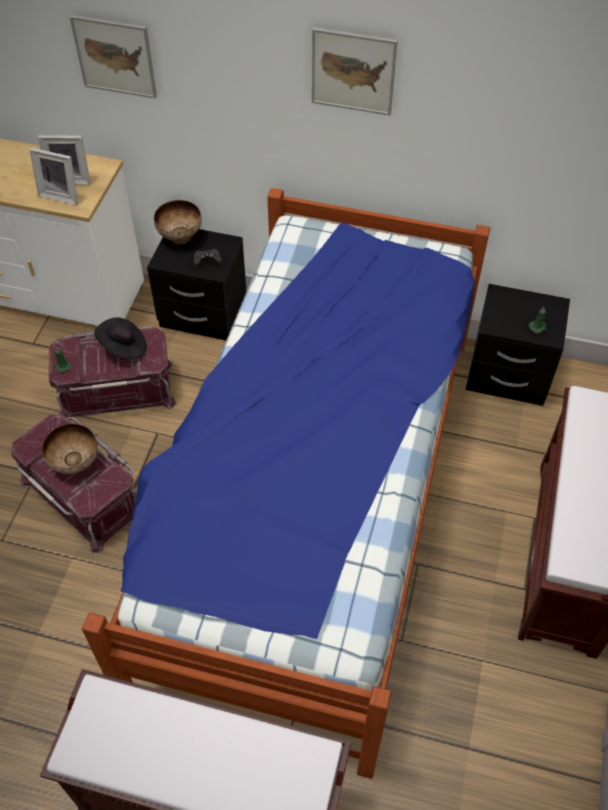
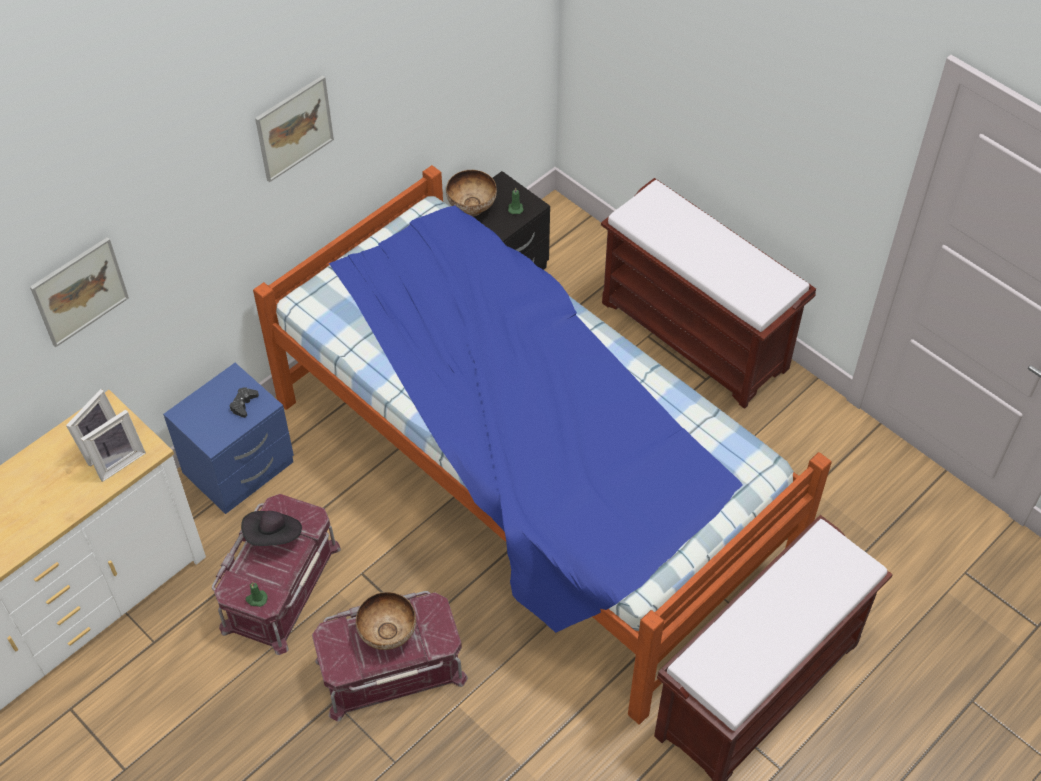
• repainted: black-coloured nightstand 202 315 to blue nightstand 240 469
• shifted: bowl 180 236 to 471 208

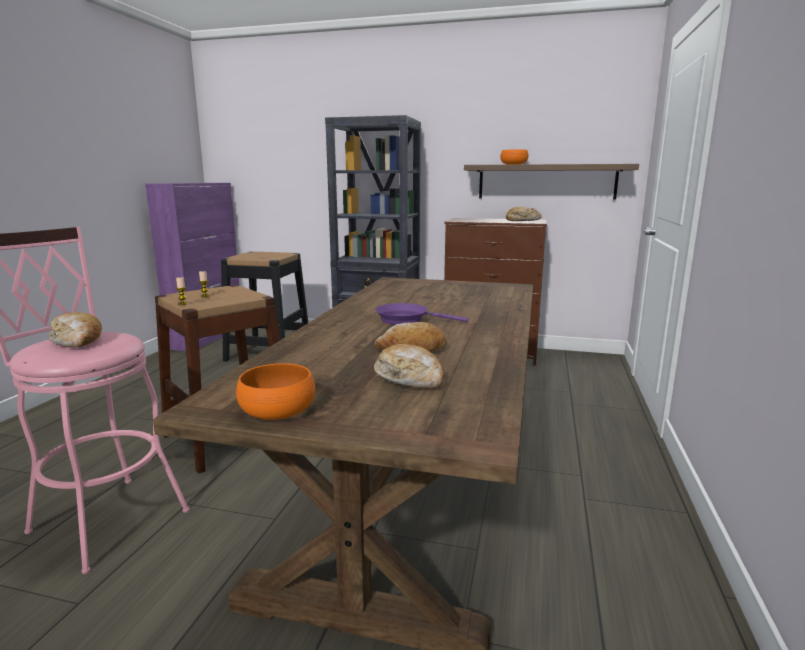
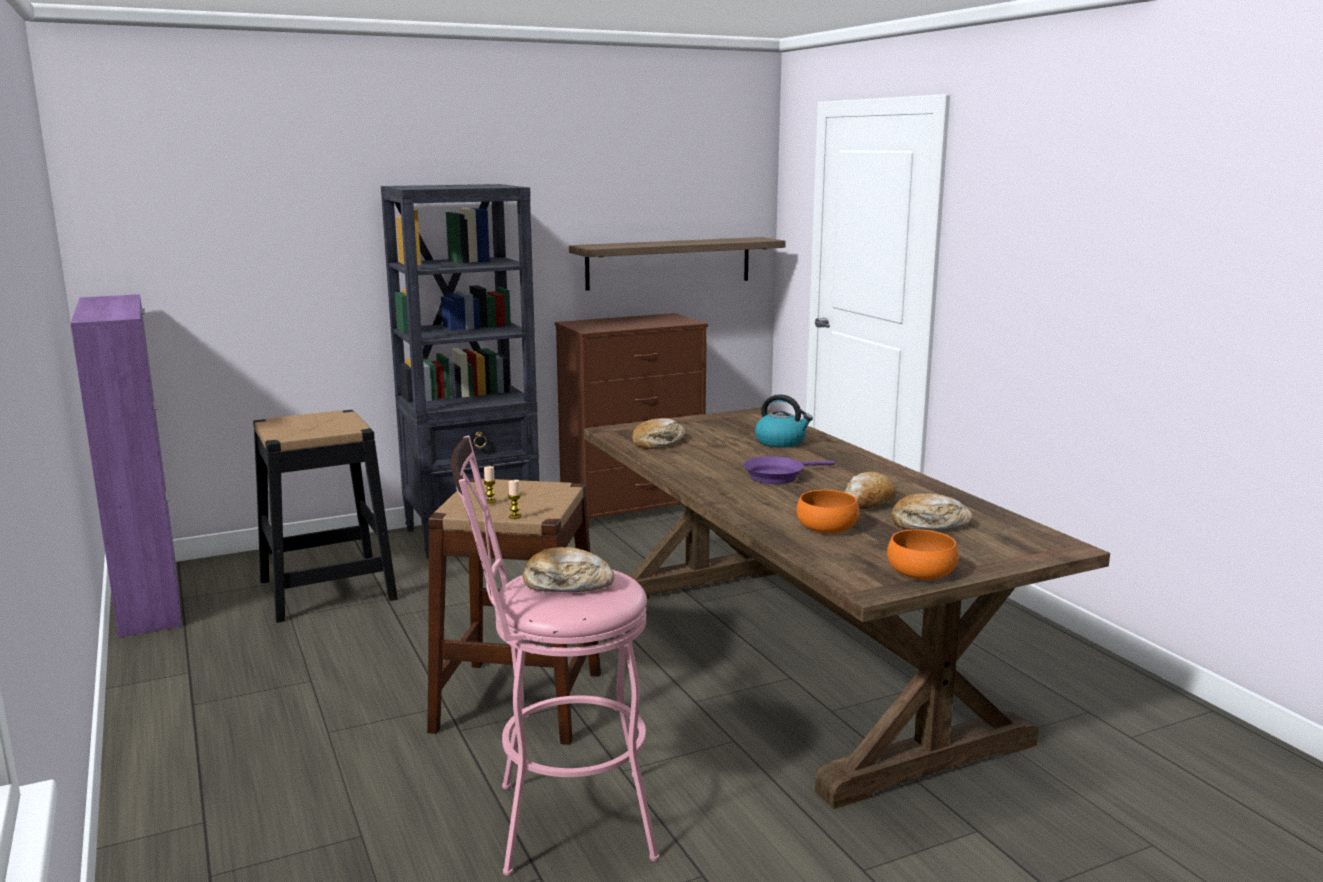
• shifted: orange bowl 513 164 to 827 528
• shifted: baked bread 522 220 to 658 443
• new: kettle 781 442

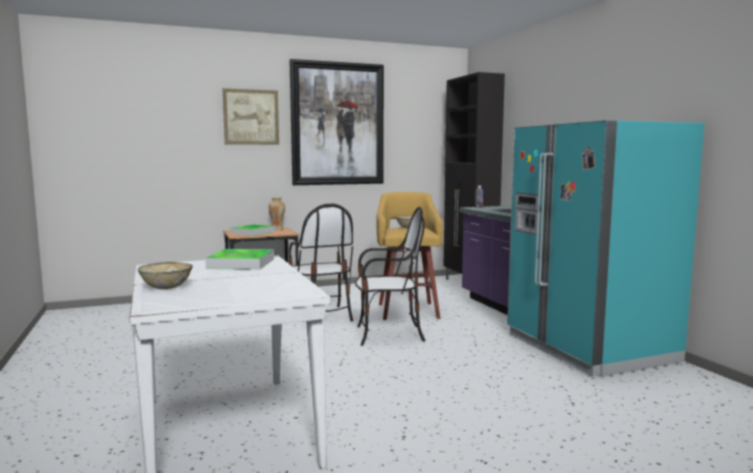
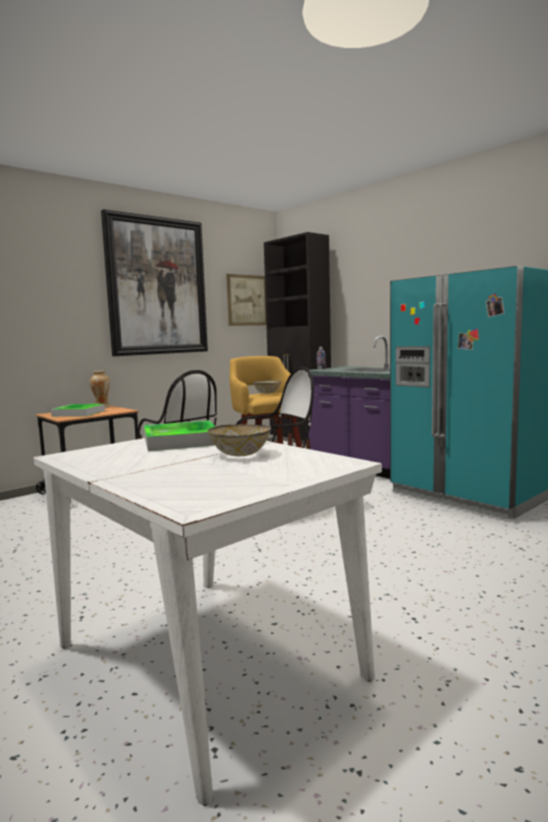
• shifted: bowl 167 287 to 241 454
• shifted: wall art 251 117 to 247 300

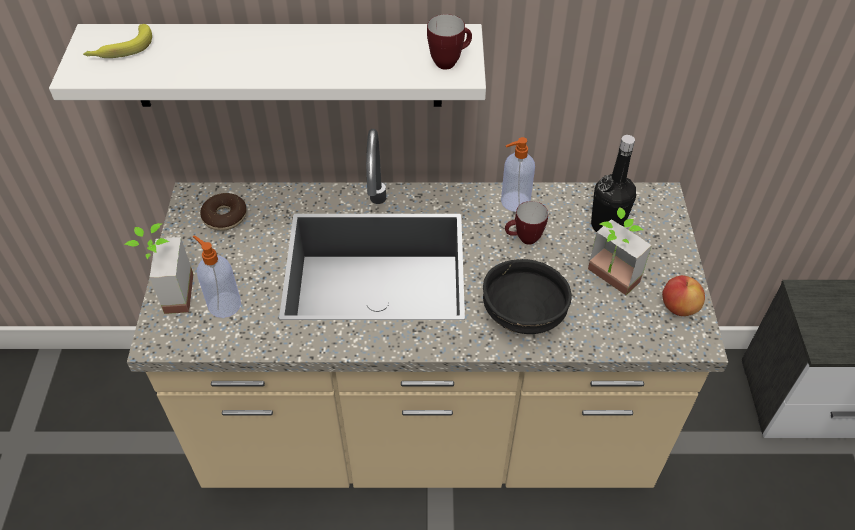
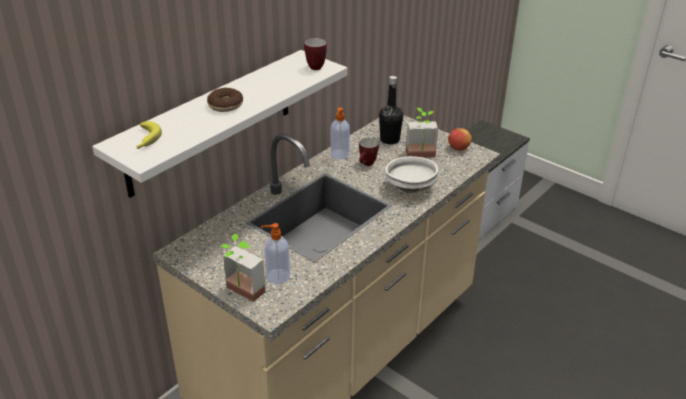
• shifted: doughnut 225 217 to 225 105
• repainted: black-coloured bowl 524 313 to white-coloured bowl 410 187

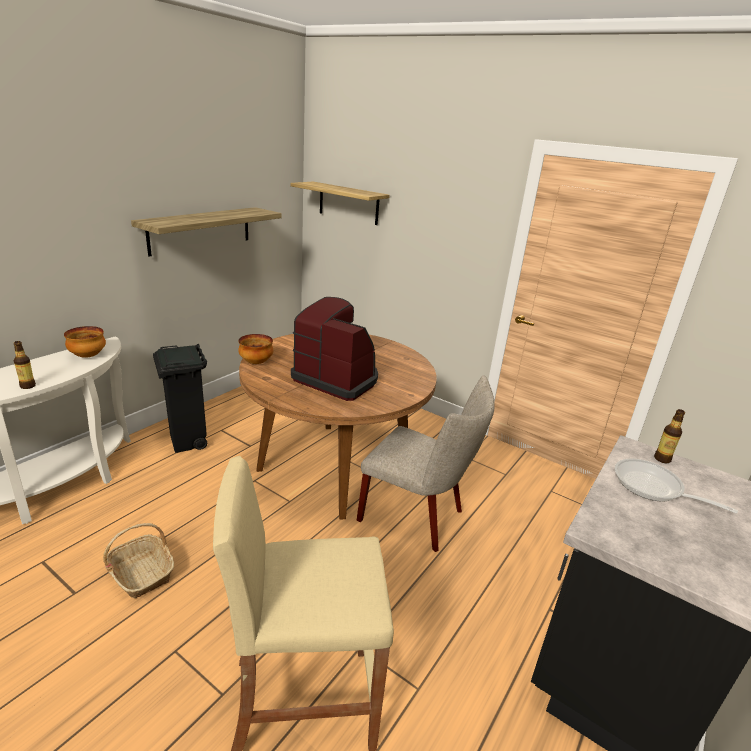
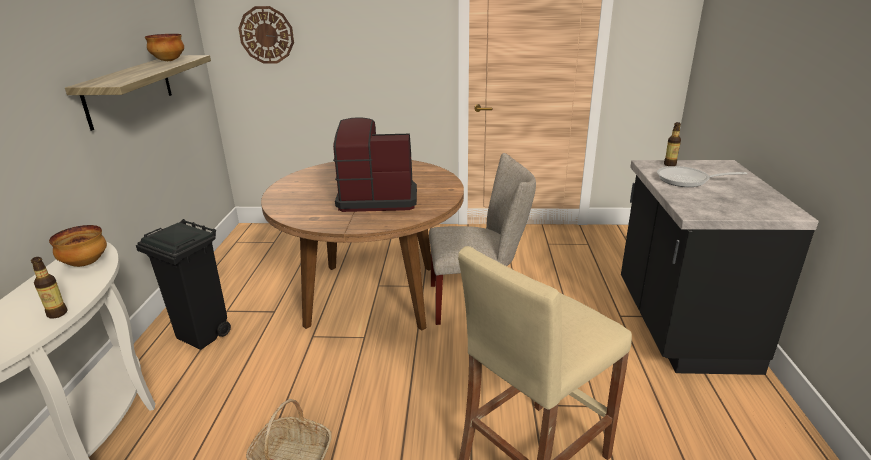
• shifted: bowl 256 362 to 169 61
• swapped: wall shelf 348 203 to clock on the wall 266 35

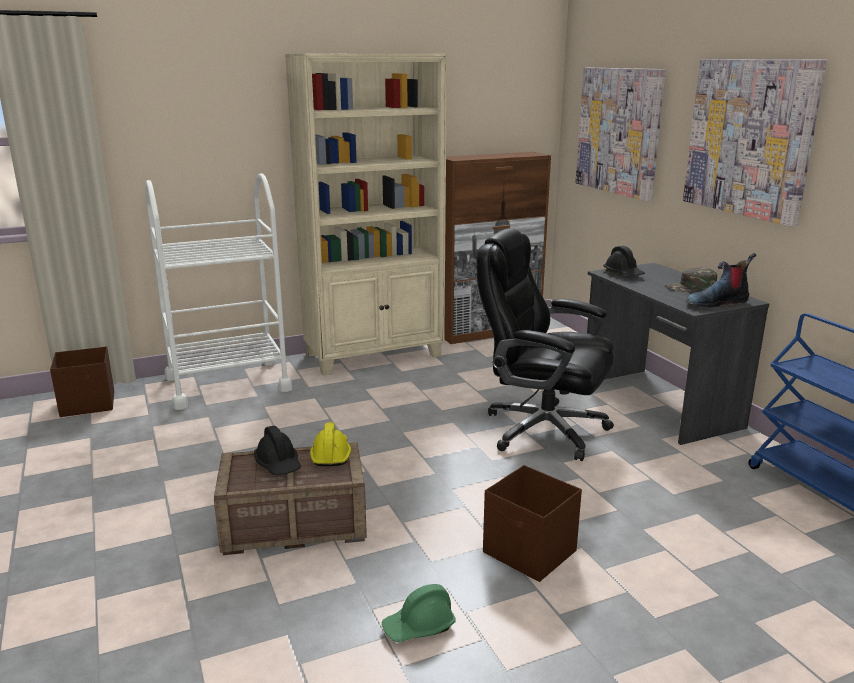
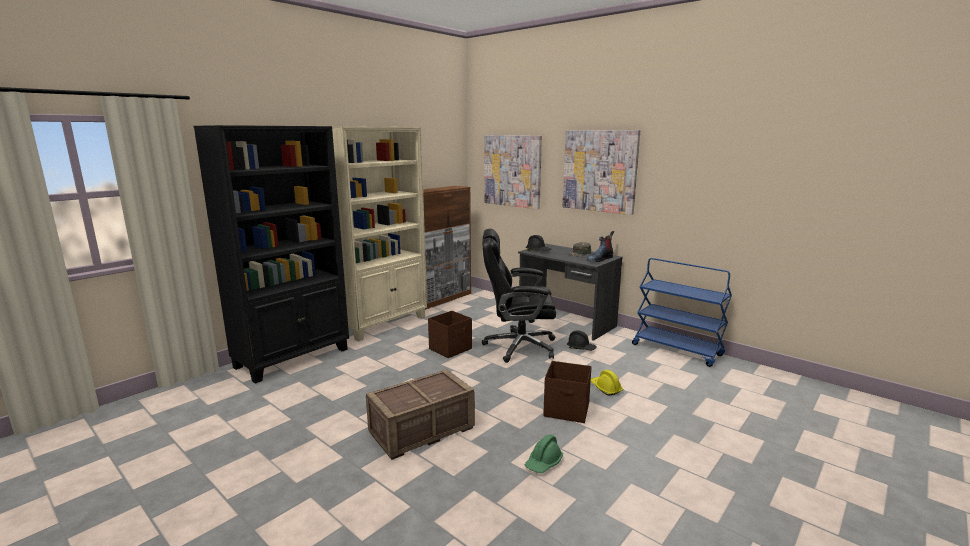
• shifted: brown-coloured storage container 89 404 to 451 349
• swapped: white-coloured cart 228 383 to black-coloured bookshelf 293 358
• shifted: black-coloured hard hat 278 464 to 581 348
• shifted: yellowish hard hat 331 454 to 605 388

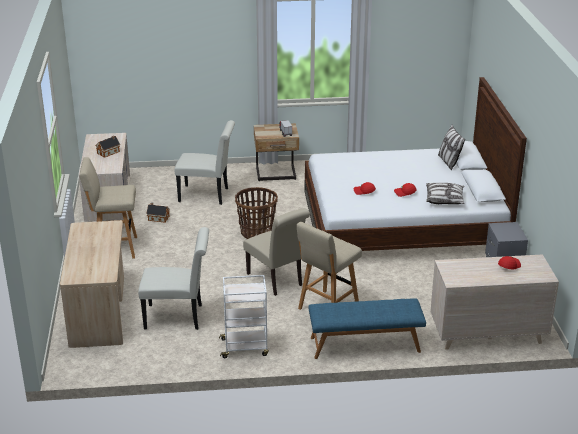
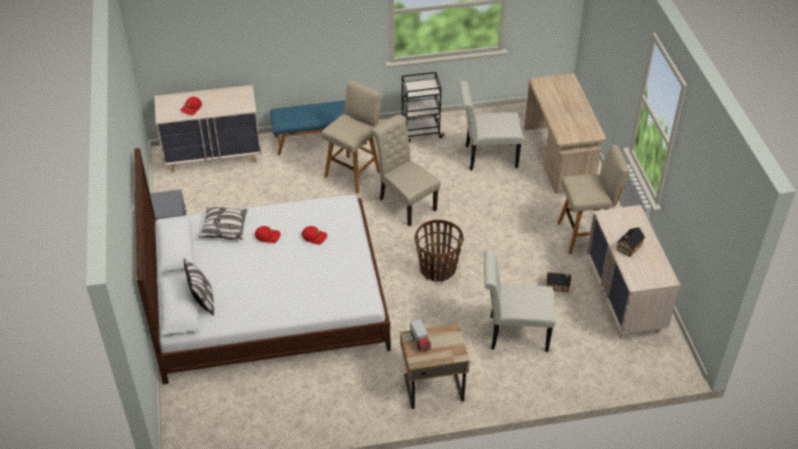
• repainted: white-coloured cart 245 347 to black-coloured cart 421 132

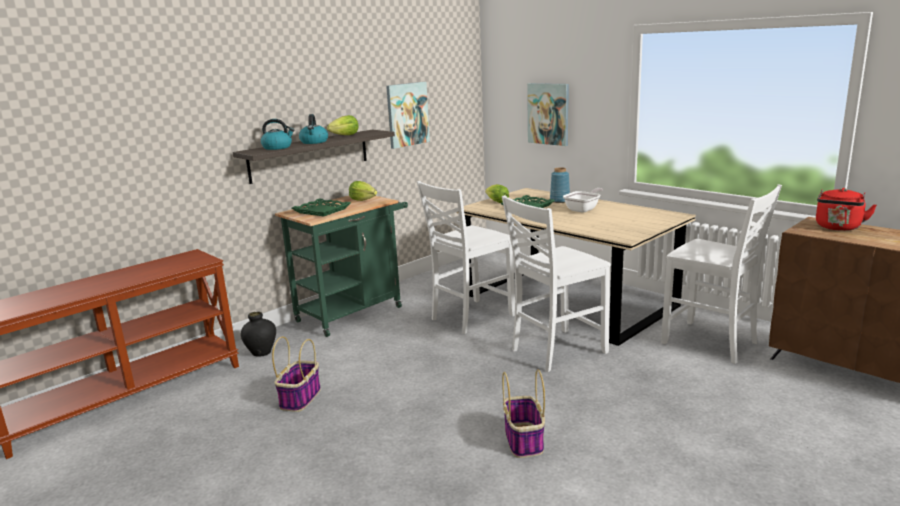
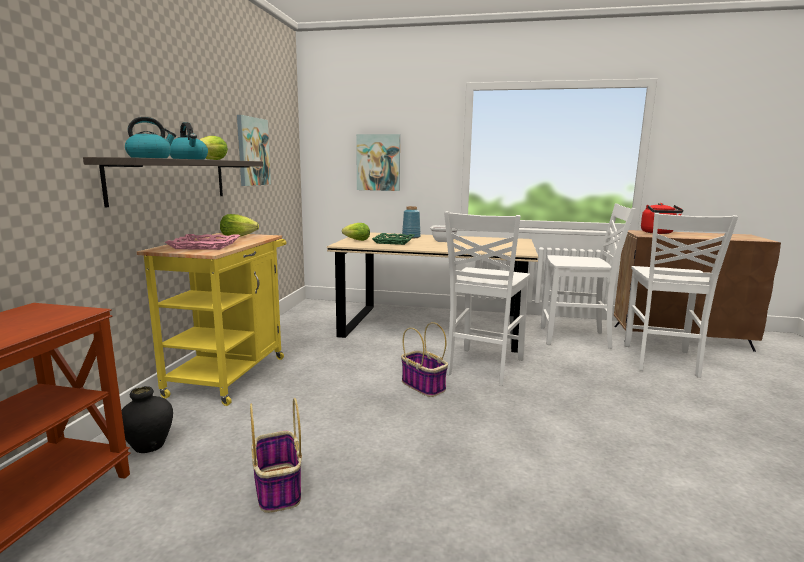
• repainted: greenish cart 354 312 to yellowish cart 231 373
• repainted: greenish carrying tray 322 211 to pink carrying tray 205 246
• shifted: white-coloured chair 470 317 to 661 361
• shifted: basket 524 441 to 424 386

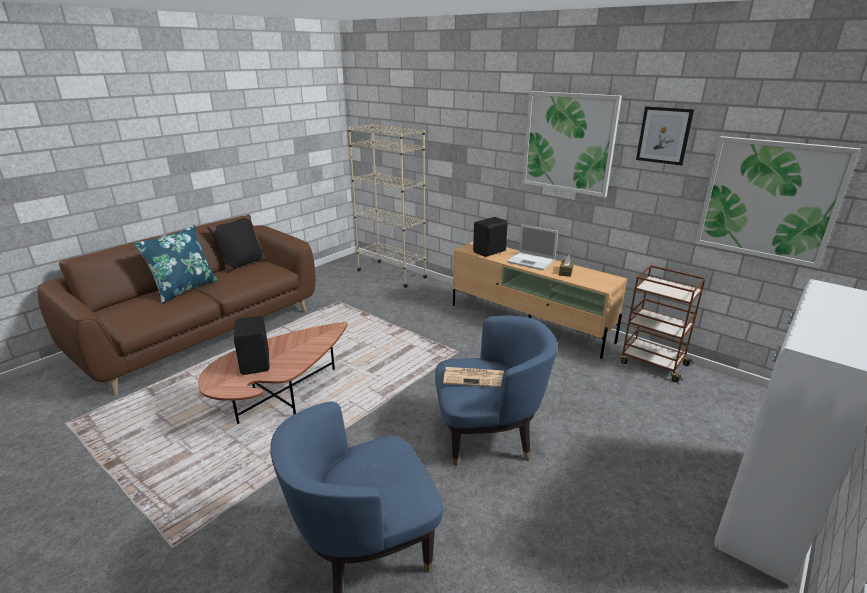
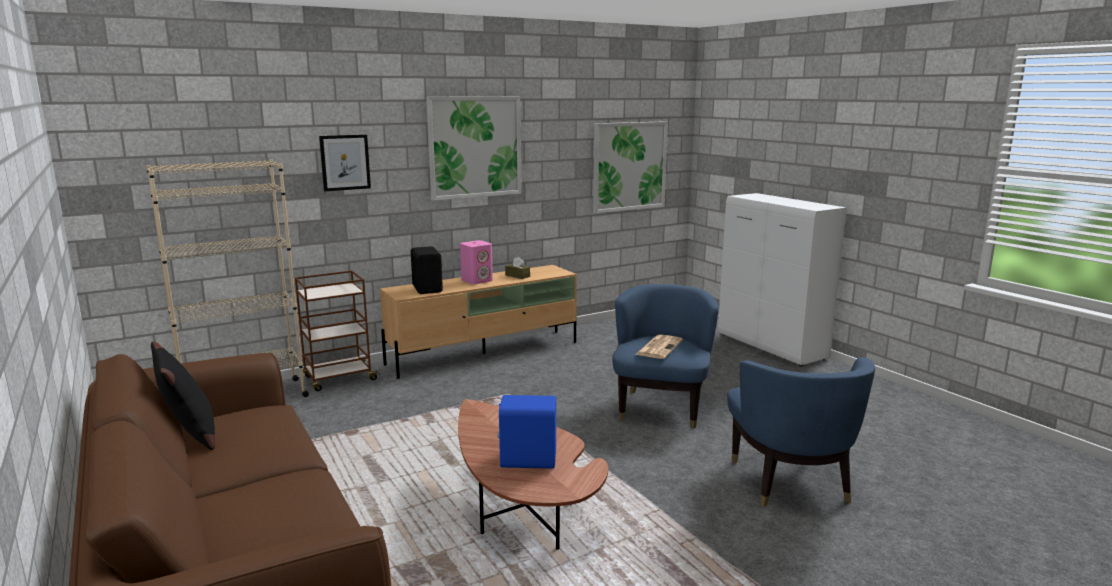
• gone: blue pillow 184 289
• repainted: black-coloured audio speaker 256 363 to blue audio speaker 527 459
• swapped: portable computer 532 261 to pink audio speaker 477 280
• shifted: brown-coloured cart 652 363 to 339 379
• shifted: wall art 664 135 to 345 162

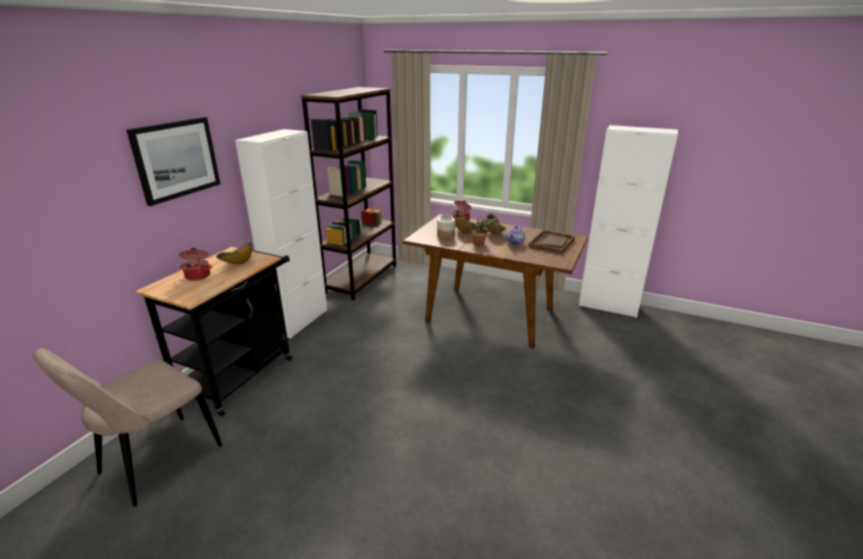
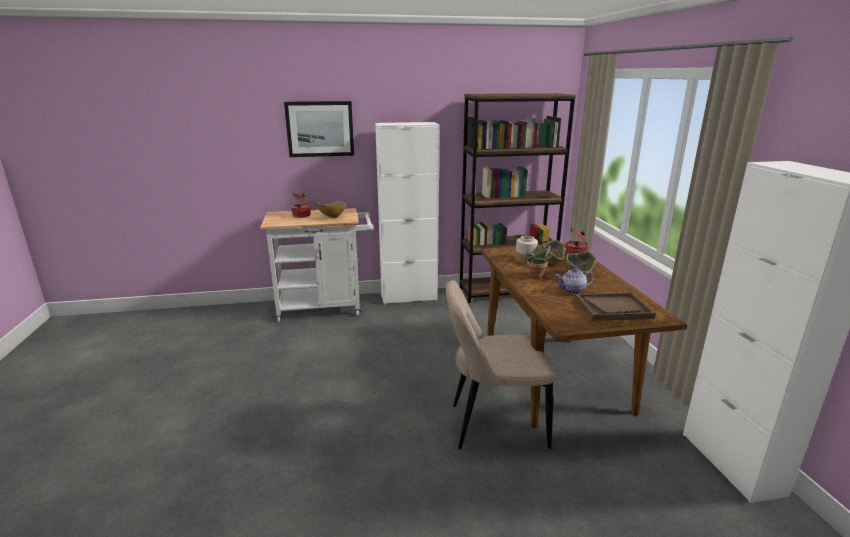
• shifted: sand-coloured chair 155 462 to 493 425
• repainted: black-coloured cart 242 373 to white-coloured cart 325 308

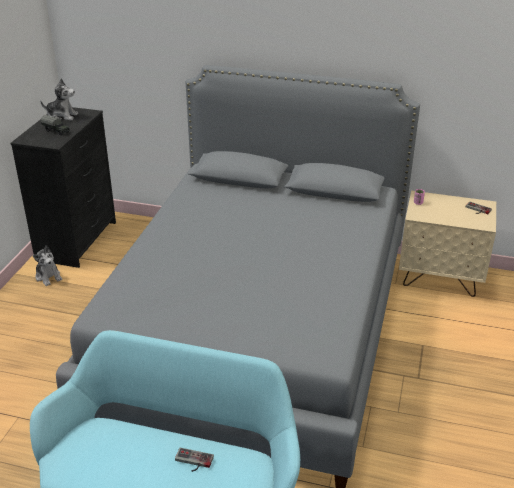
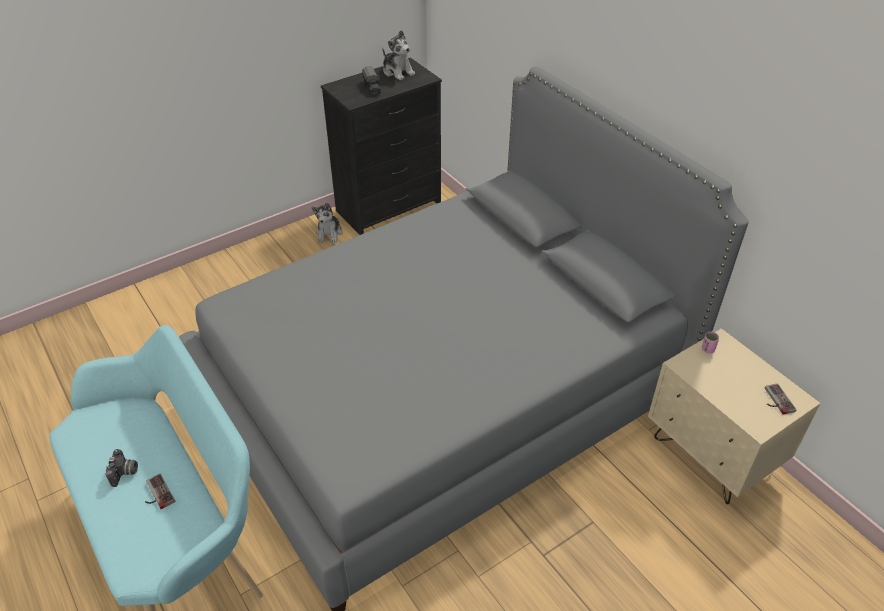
• new: photo camera 125 473

